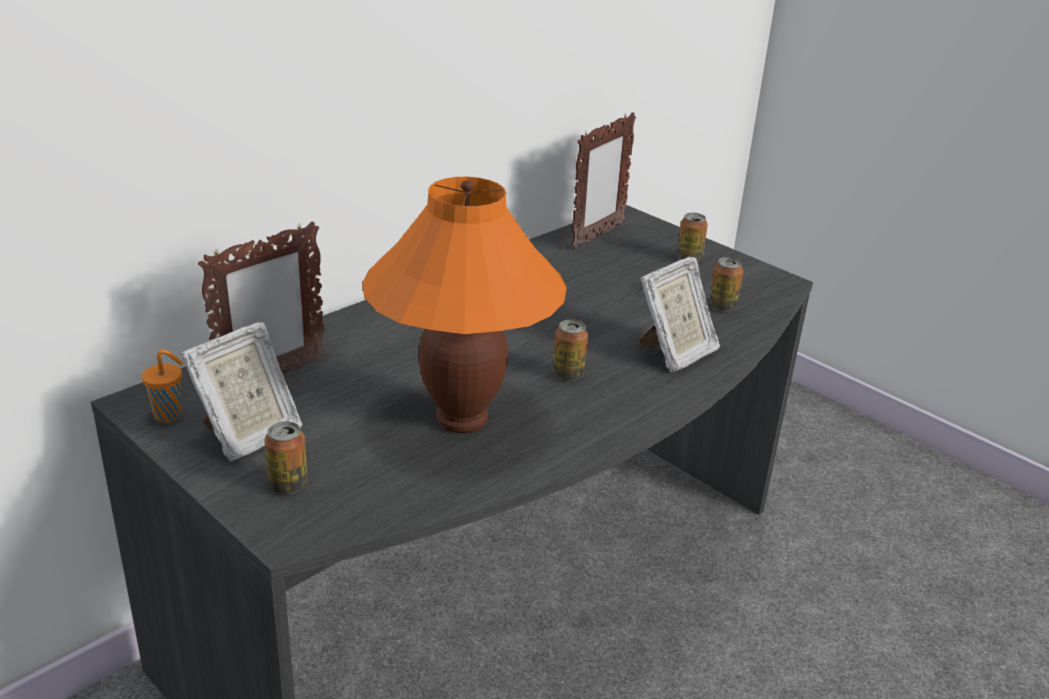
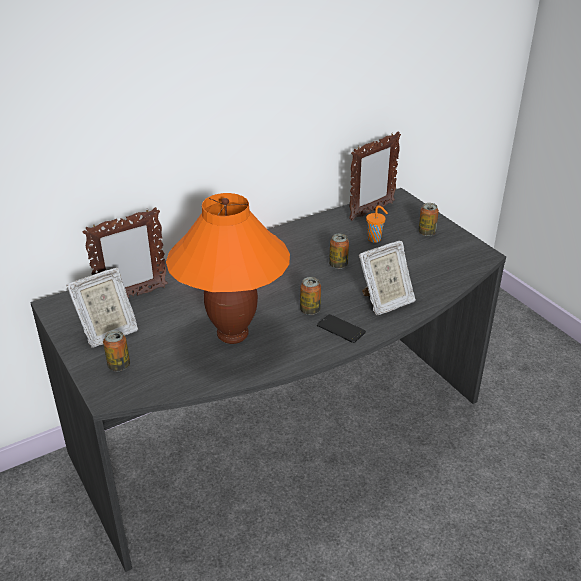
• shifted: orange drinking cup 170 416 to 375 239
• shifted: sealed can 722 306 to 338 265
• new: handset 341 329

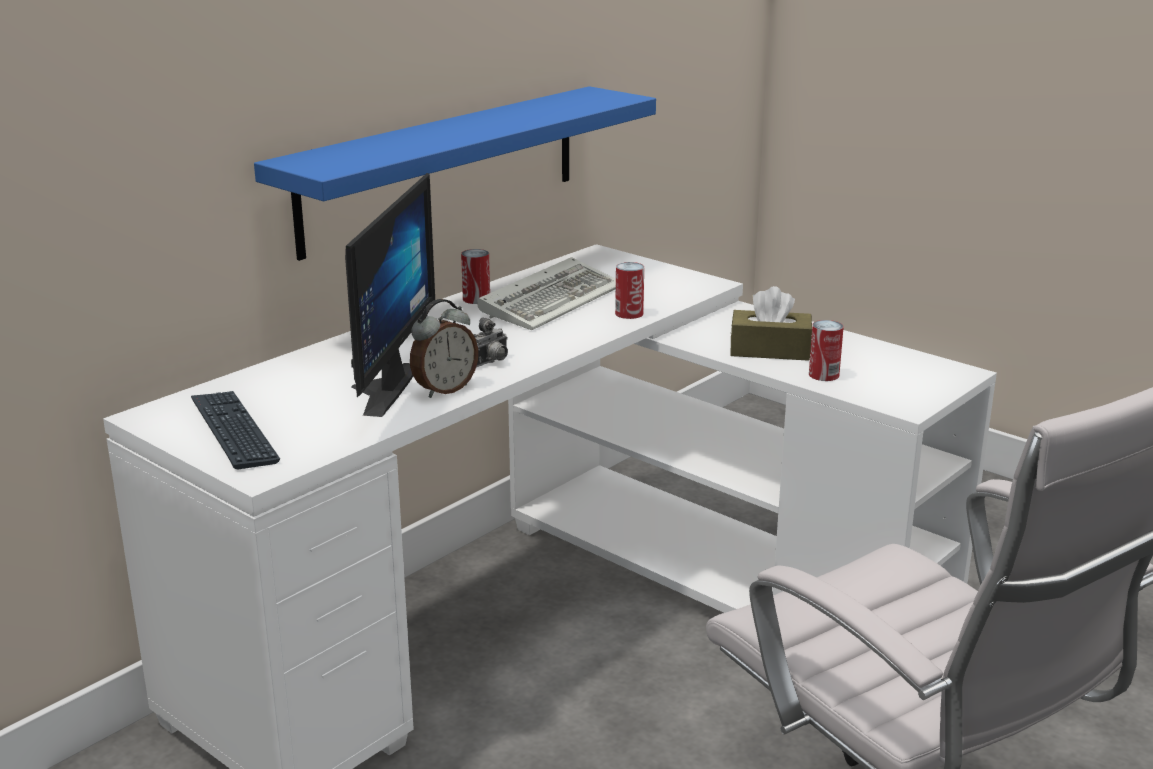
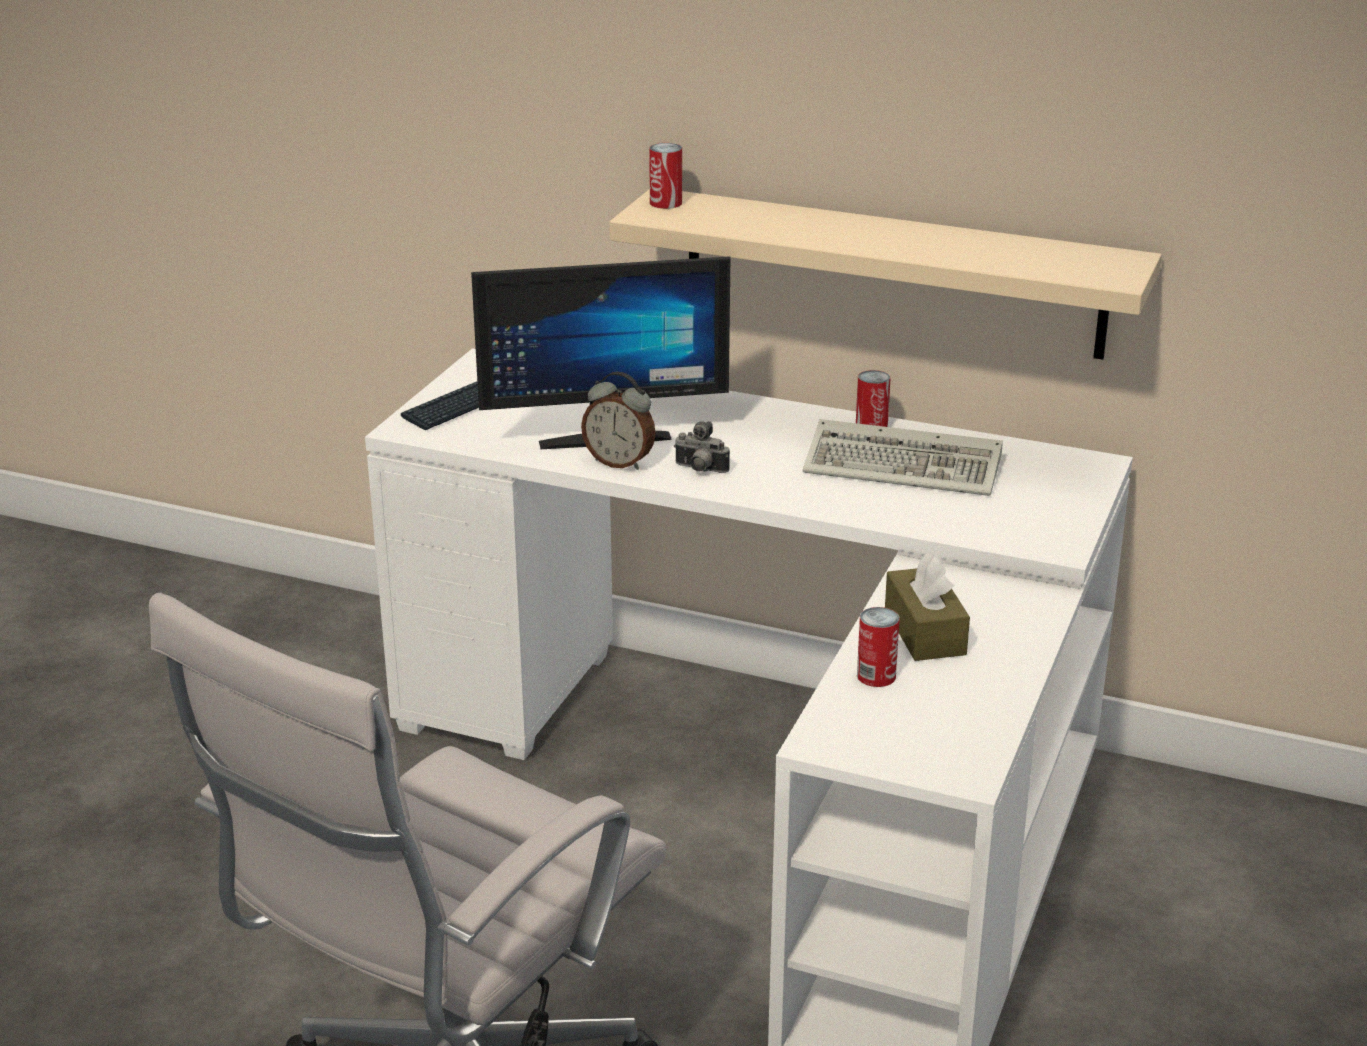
• repainted: blue wall shelf 442 168 to sand-coloured wall shelf 892 273
• shifted: sealed can 629 313 to 666 203

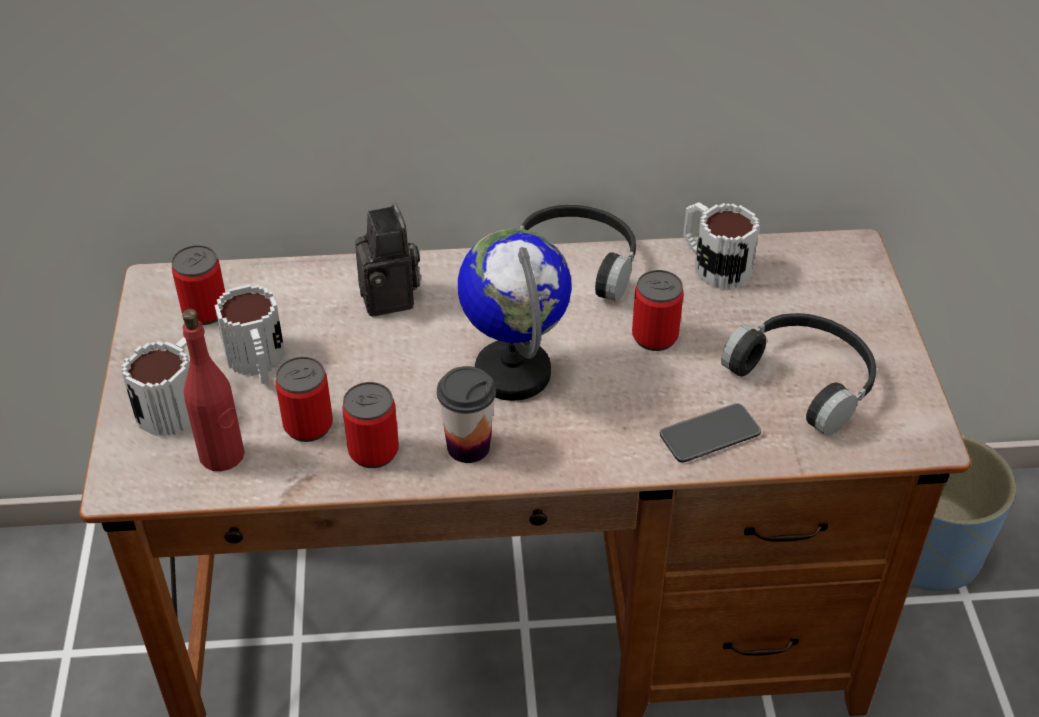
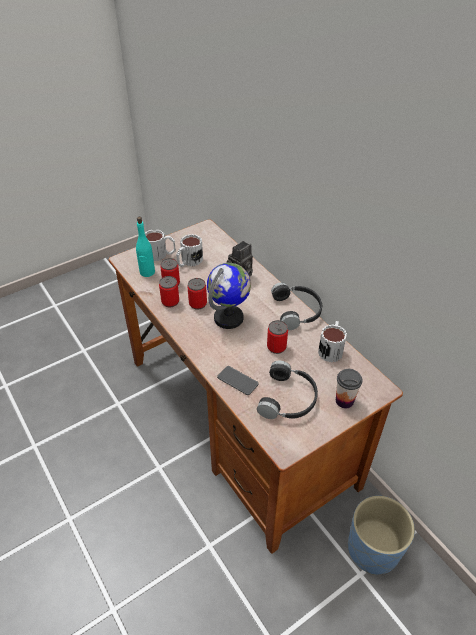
• shifted: sealed can 205 311 to 198 304
• repainted: reddish beverage bottle 222 455 to turquoise-coloured beverage bottle 147 272
• shifted: drinking cup 468 446 to 344 401

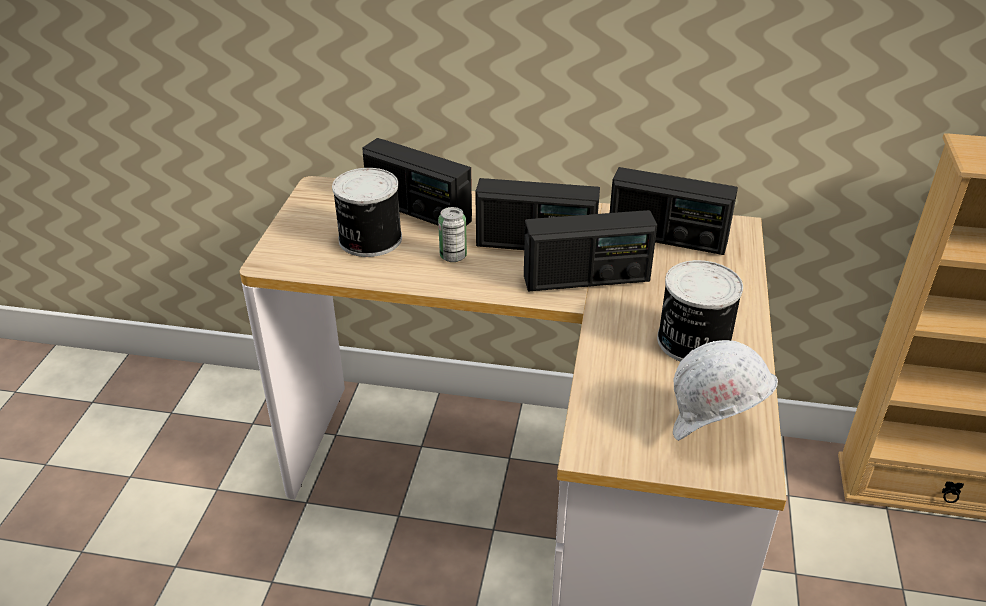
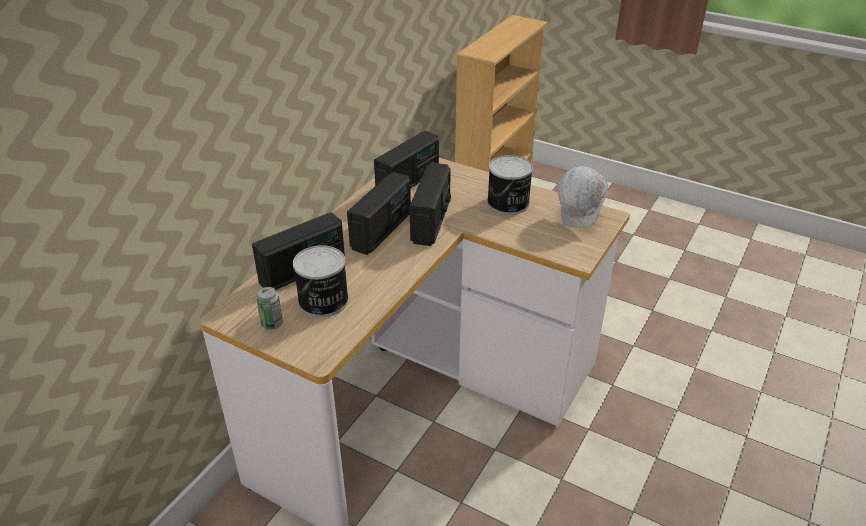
• shifted: sealed can 453 256 to 272 324

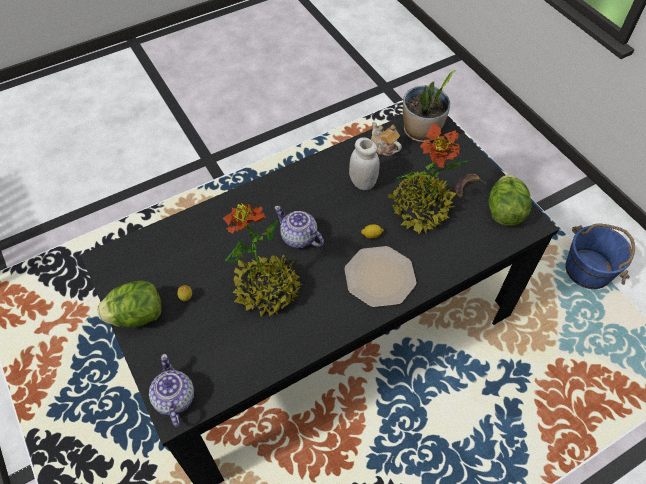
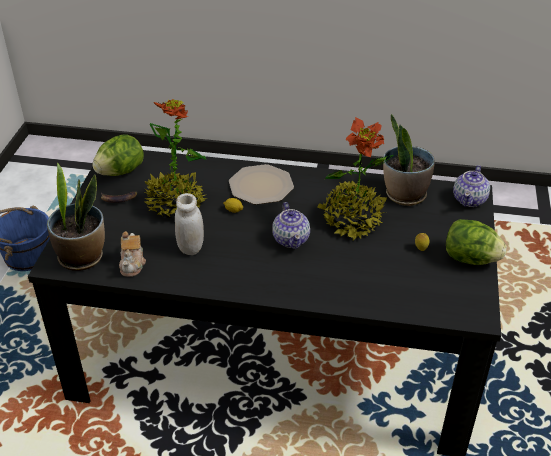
• new: plant in a pot 404 195

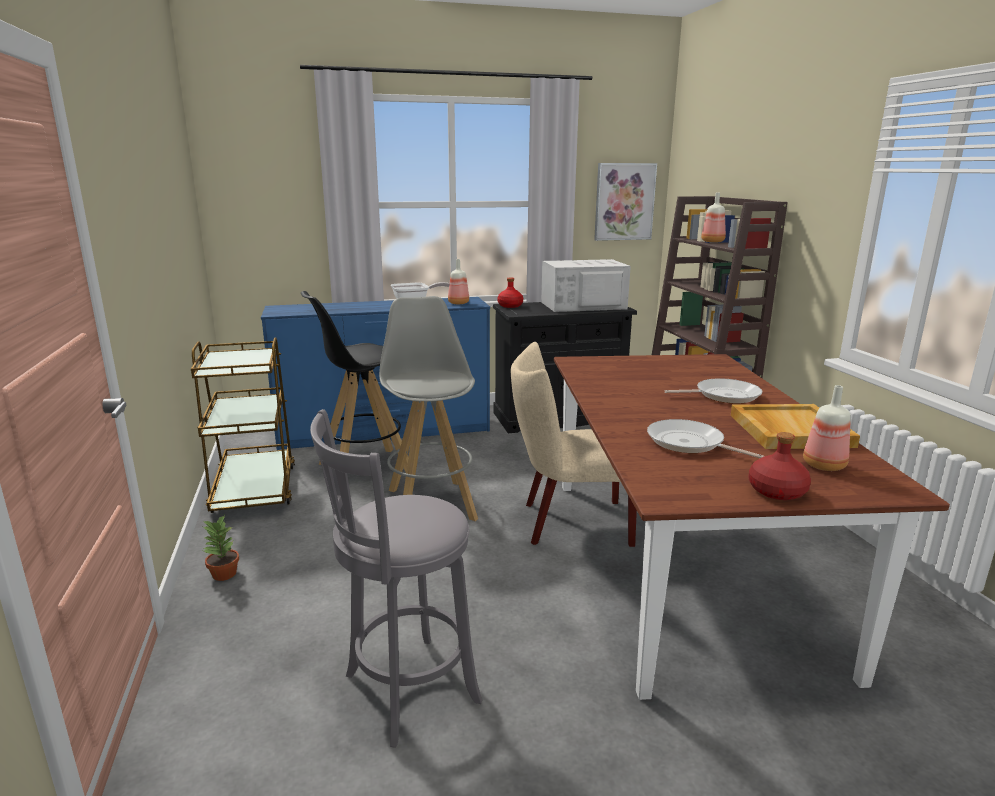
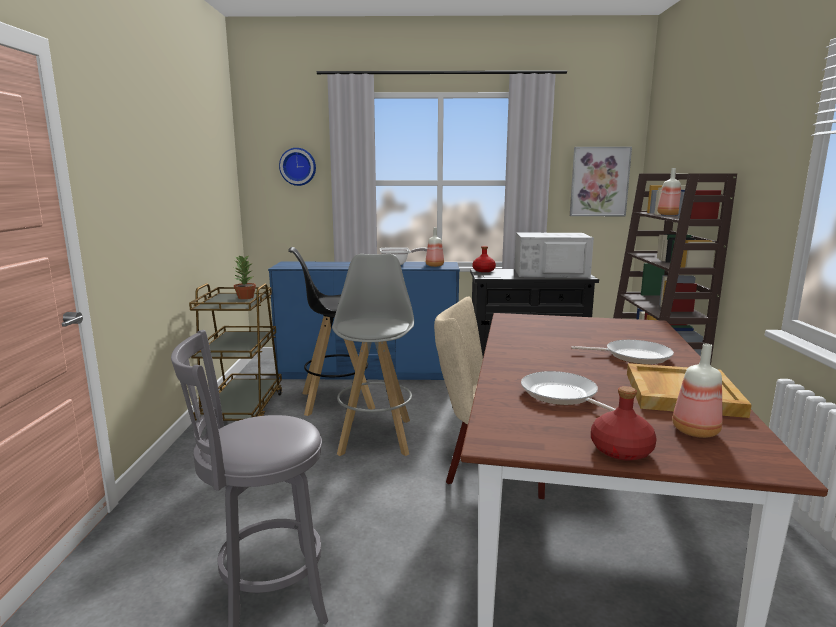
• shifted: plant in a pot 223 574 to 245 297
• new: clock on the wall 298 166

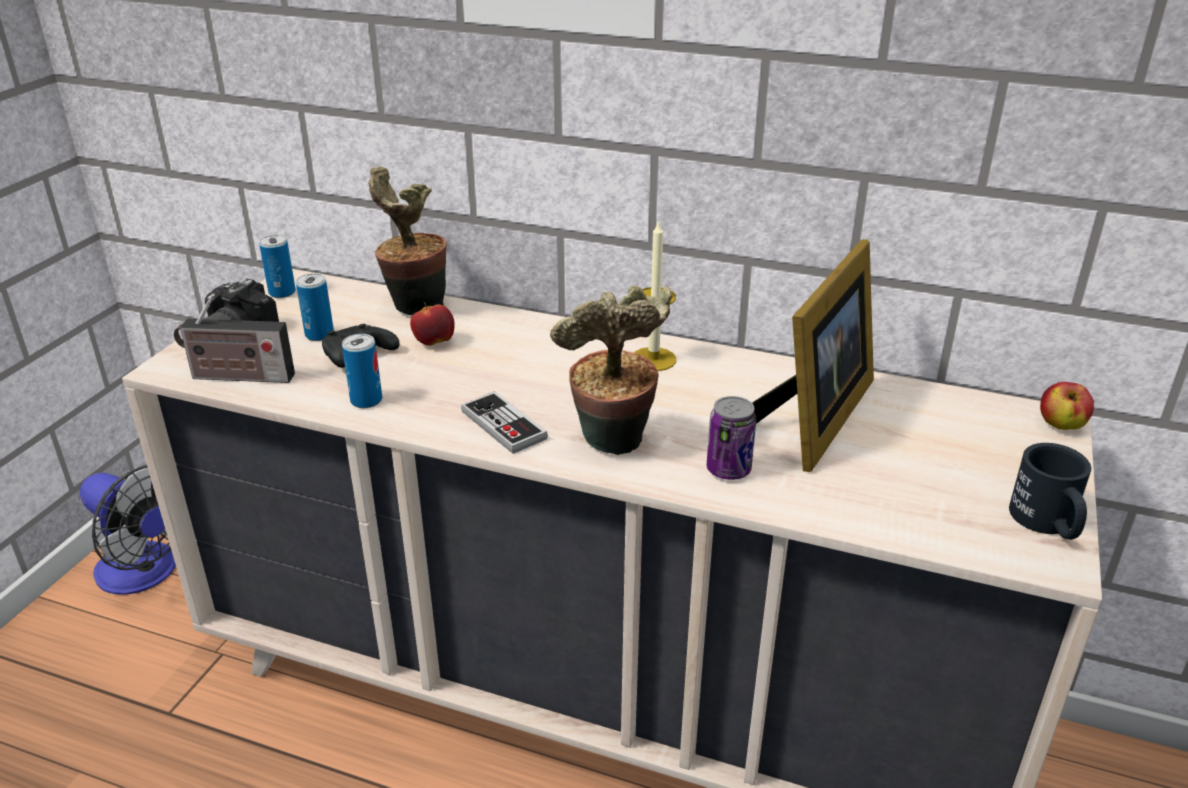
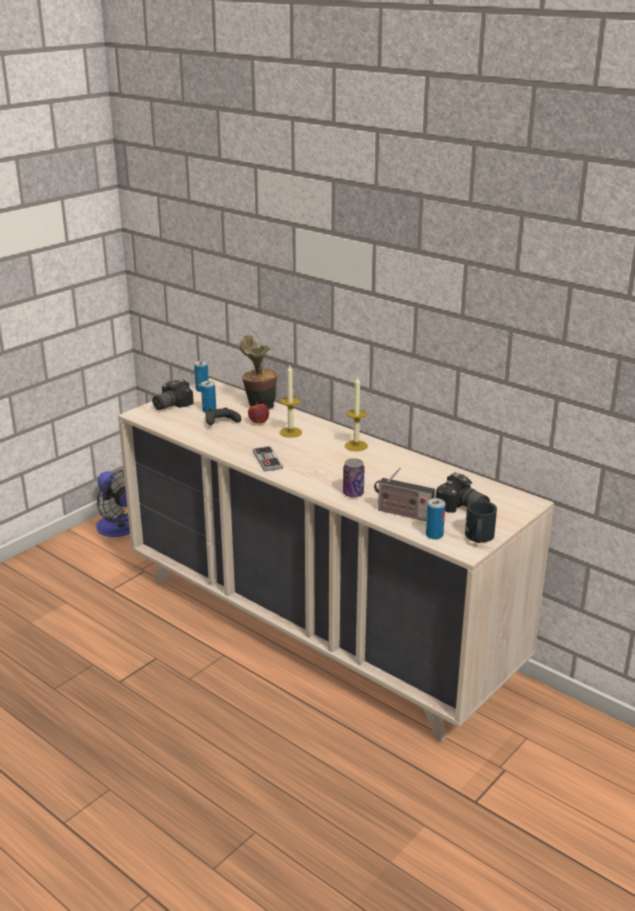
• shifted: radio 238 377 to 402 513
• shifted: sealed can 366 400 to 434 535
• gone: plant in a pot 613 446
• gone: photo frame 813 419
• gone: whole apple 1060 426
• new: wax light 290 432
• new: photo camera 462 508

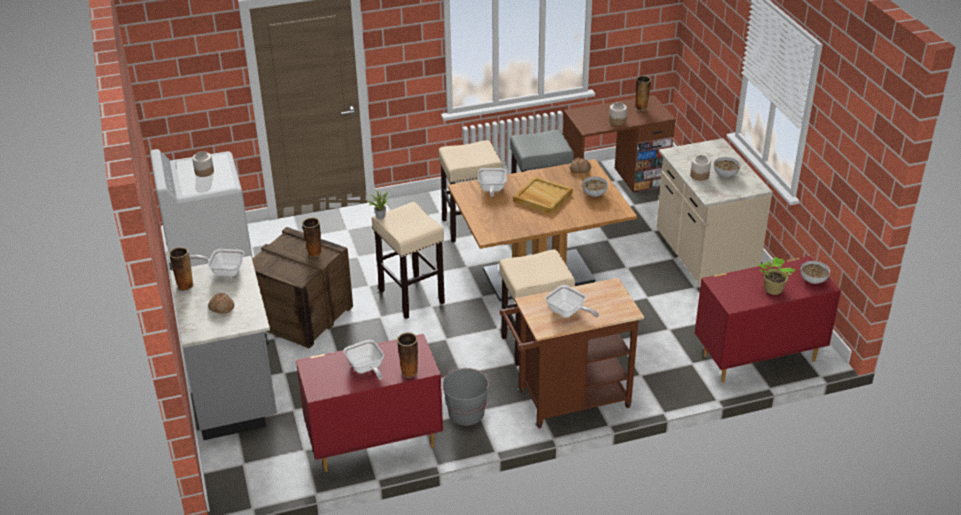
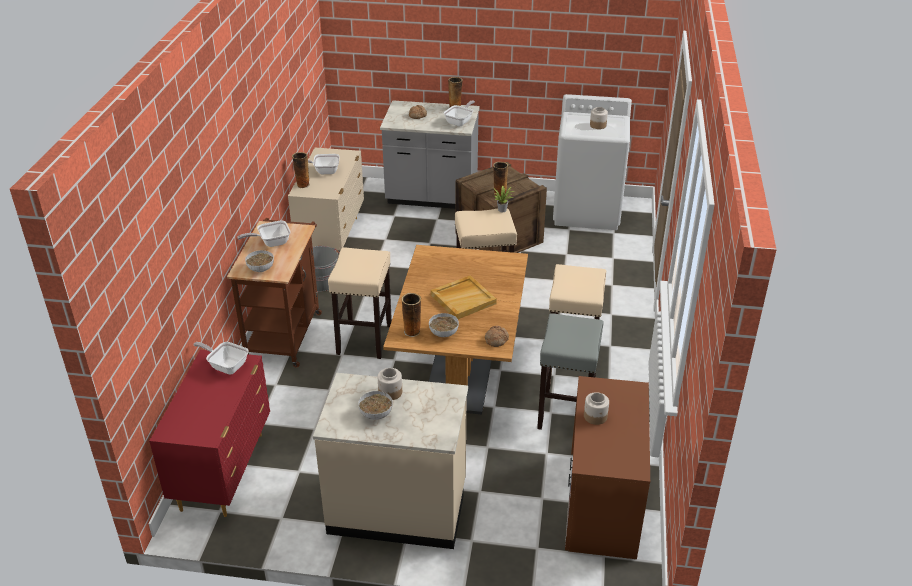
• repainted: reddish dresser 373 442 to sand-coloured dresser 332 238
• shifted: skillet 491 189 to 226 366
• shifted: vase 641 108 to 412 332
• gone: plant in a pot 772 290
• shifted: bowl 813 280 to 261 268

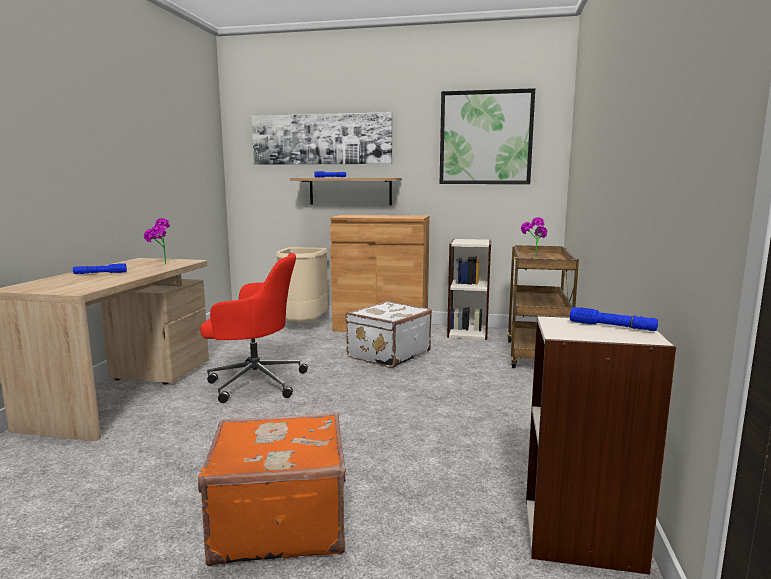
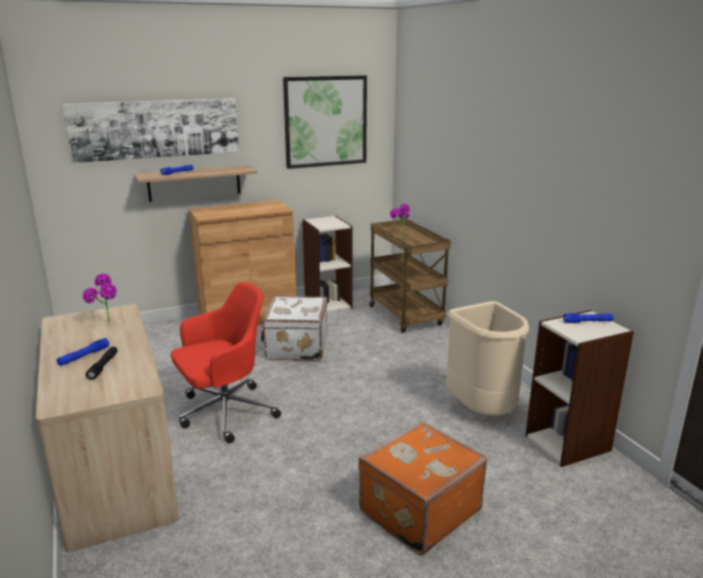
• shifted: sand-coloured waste bin 303 326 to 482 410
• new: black-coloured flashlight 103 366

